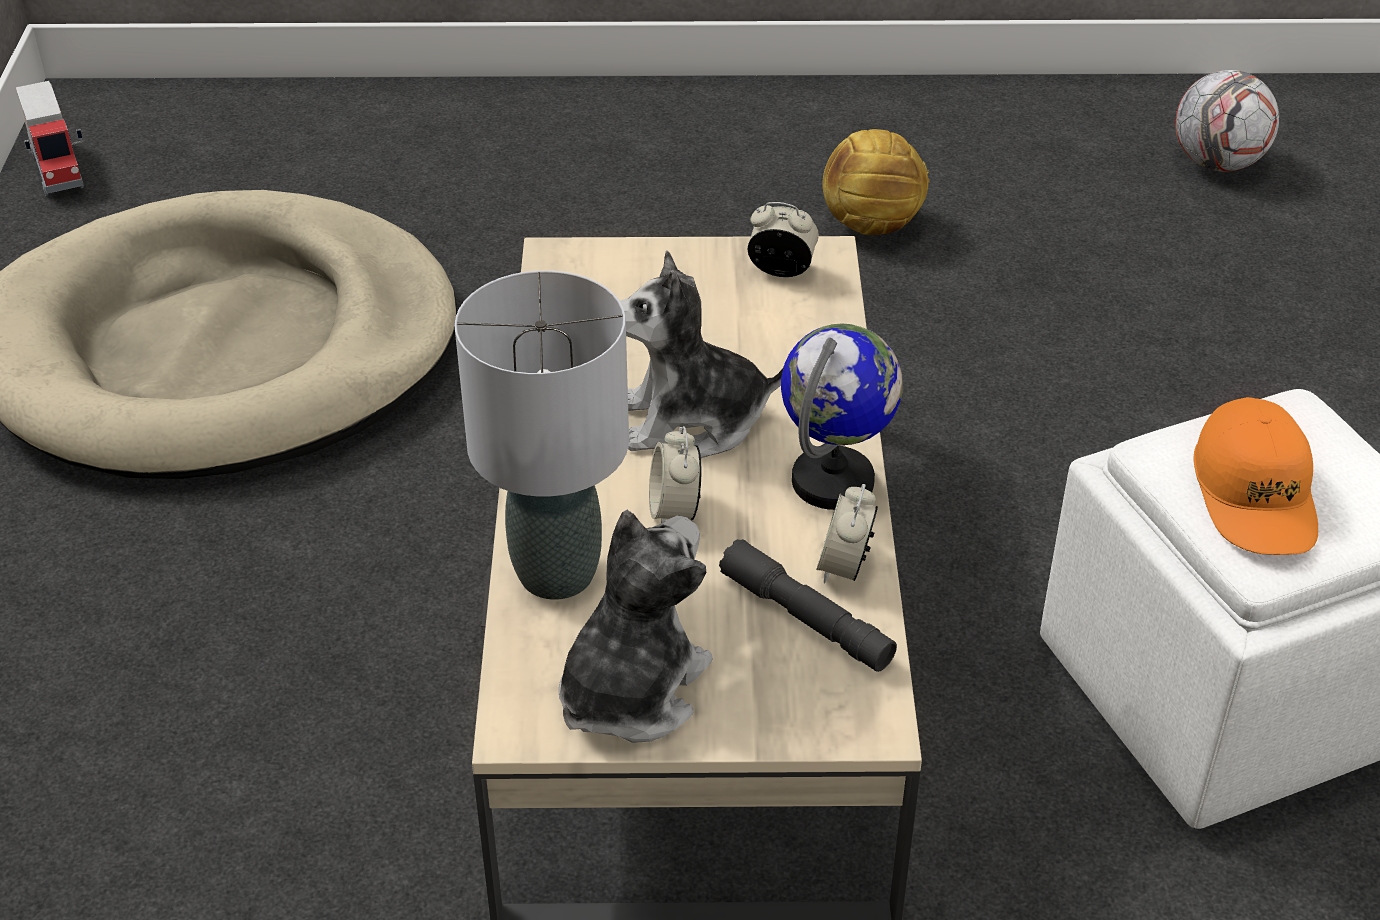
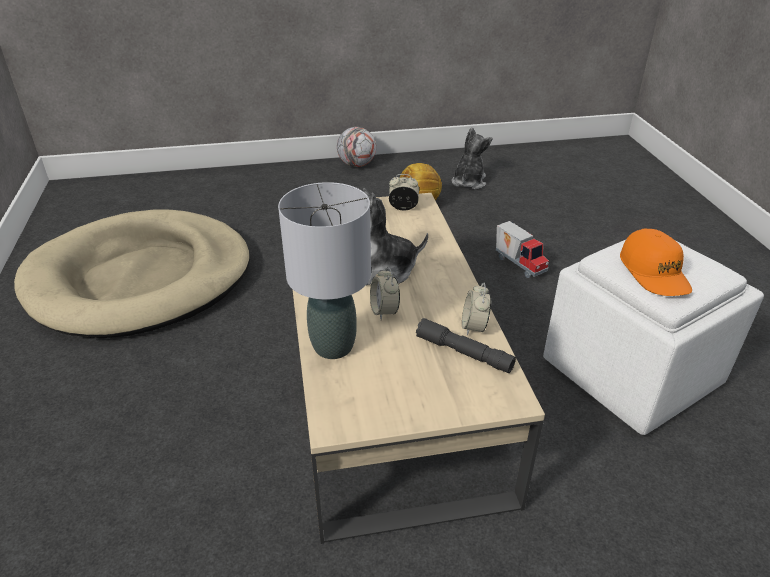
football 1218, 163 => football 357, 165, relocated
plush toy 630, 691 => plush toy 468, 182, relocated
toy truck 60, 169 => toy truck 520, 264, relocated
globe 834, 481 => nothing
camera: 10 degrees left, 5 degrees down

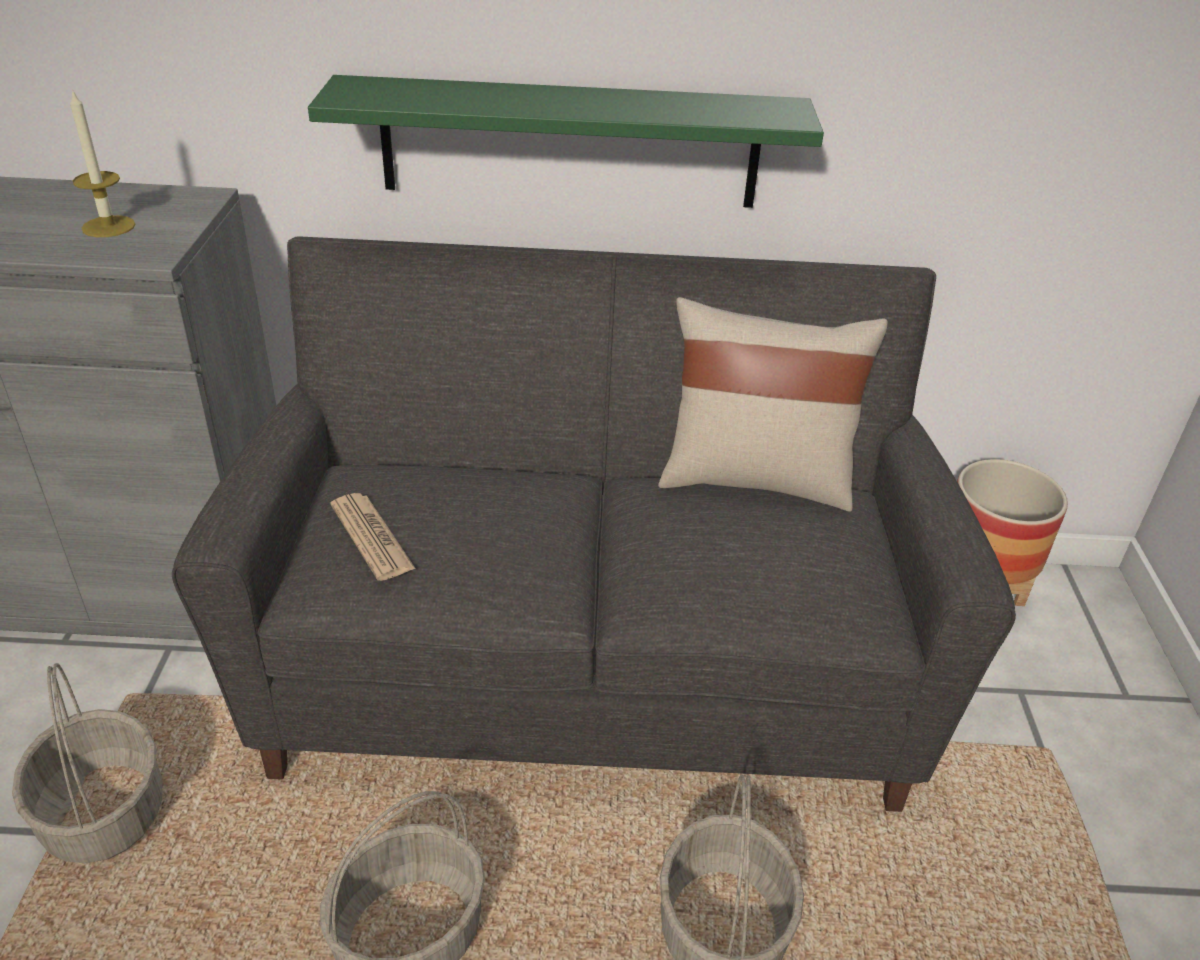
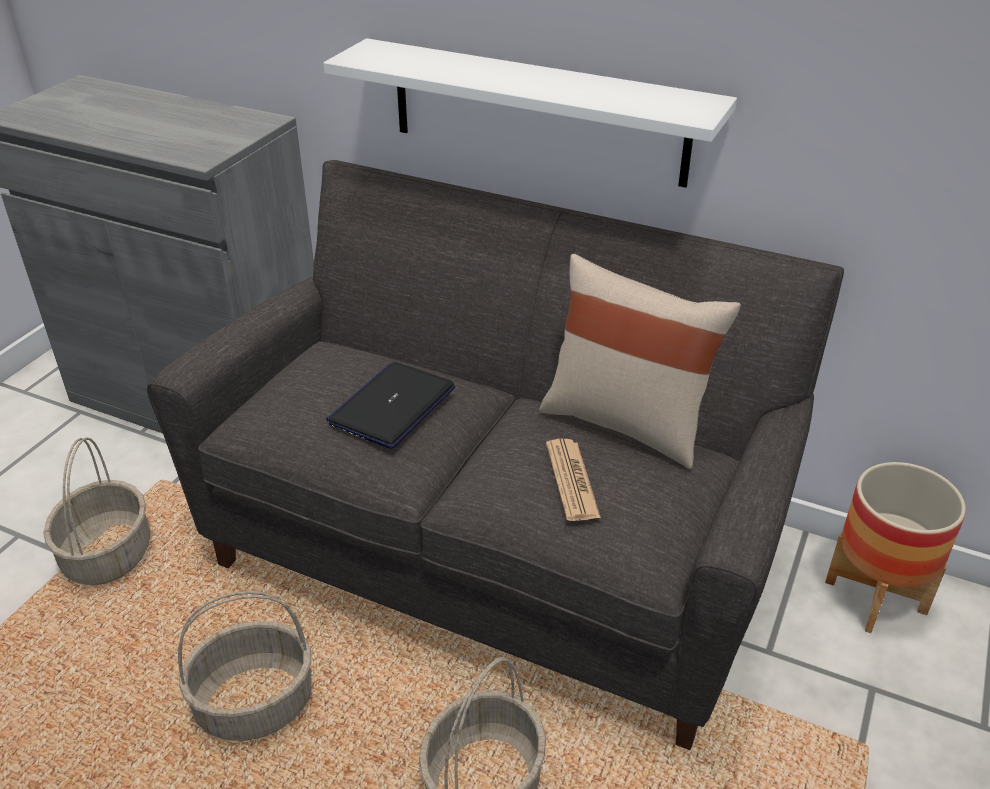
green shelf 570, 143 => white shelf 537, 112
nothing => laptop 392, 406
newspaper 371, 537 => newspaper 572, 480, relocated
candle 108, 226 => nothing
camera: 25 degrees right, 0 degrees up

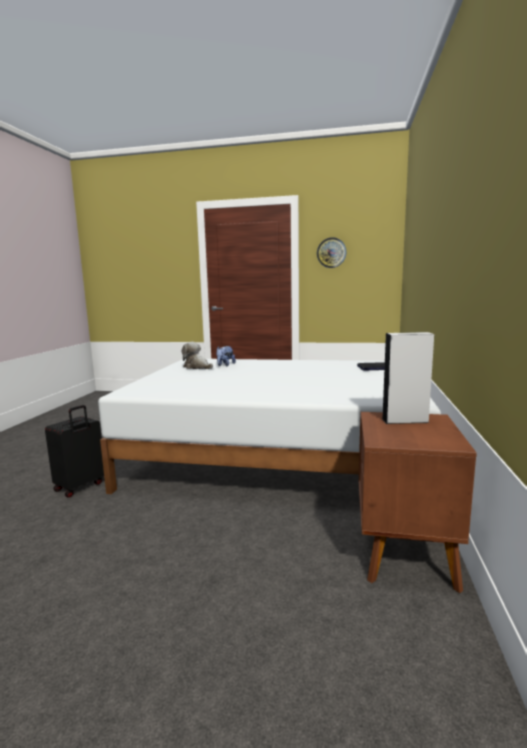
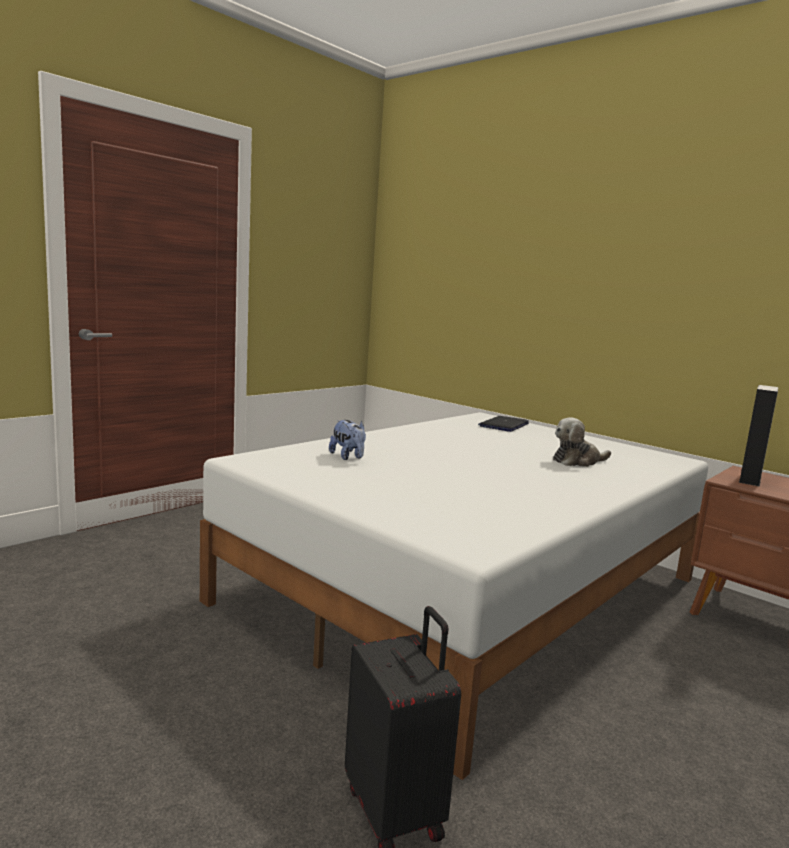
plush toy 197, 367 => plush toy 577, 461, relocated
wall clock 331, 252 => nothing
camera: 60 degrees left, 0 degrees up

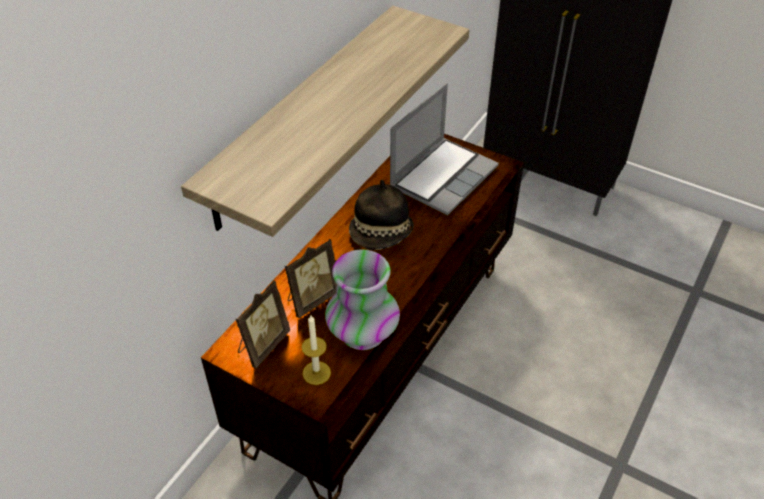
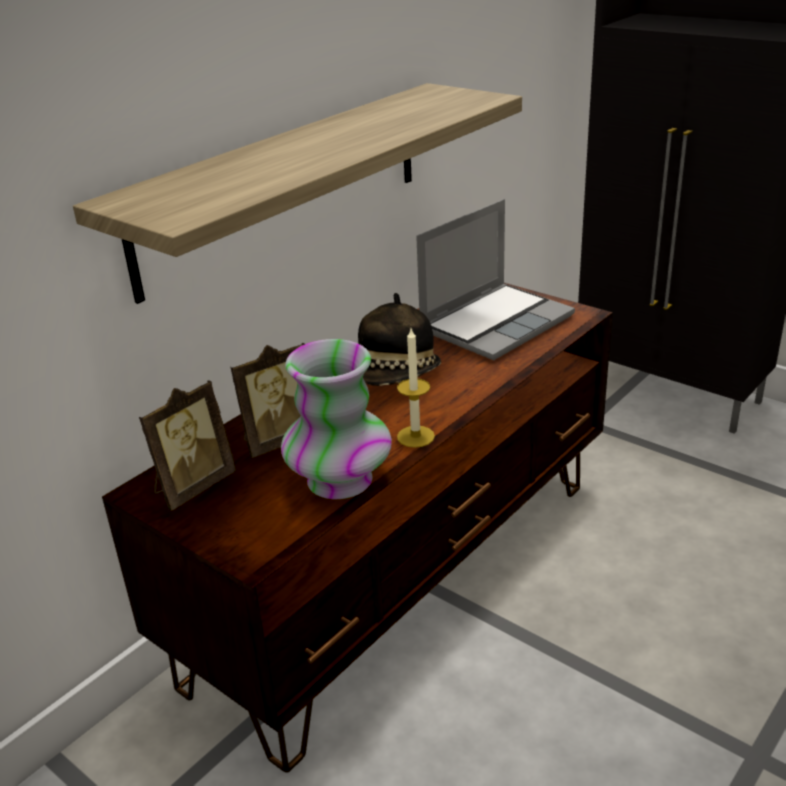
candle 316, 373 => candle 415, 436, relocated
camera: 10 degrees right, 15 degrees down

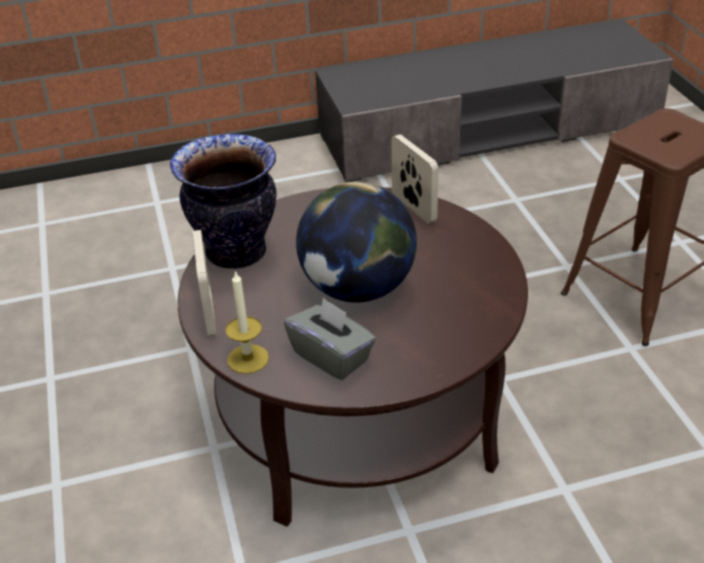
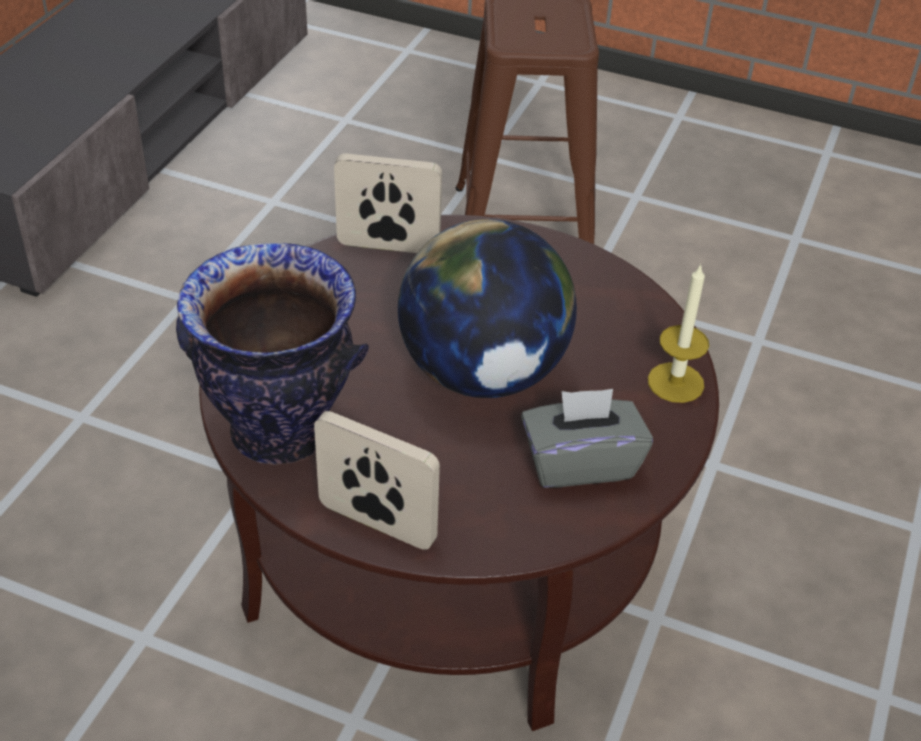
candle 248, 359 => candle 675, 382, relocated
camera: 55 degrees left, 5 degrees up

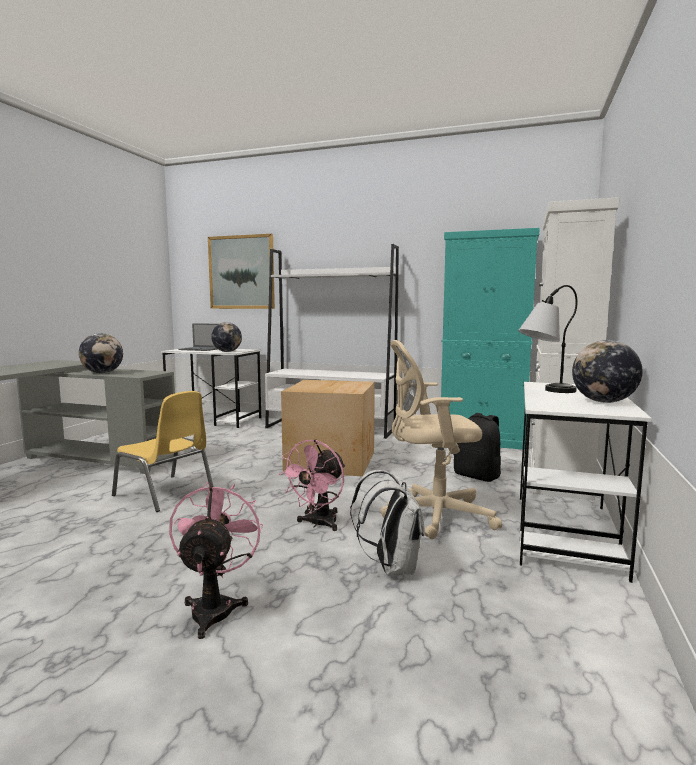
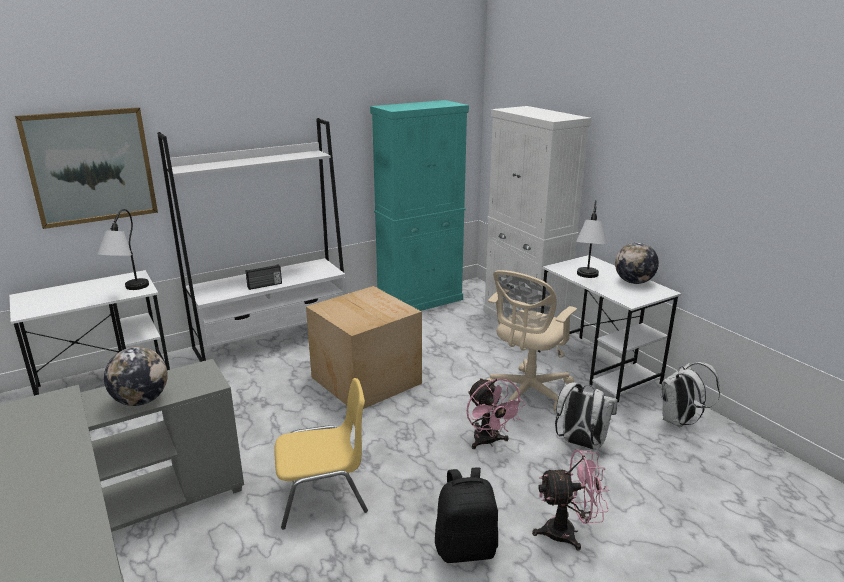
globe 227, 352 => table lamp 128, 291
nothing => radio 265, 285
black backpack 477, 476 => black backpack 466, 548, relocated
pink fan 215, 607 => pink fan 568, 532, 135 degrees clockwise
nothing => white backpack 679, 421
laptop 200, 349 => nothing
camera: 50 degrees left, 15 degrees up

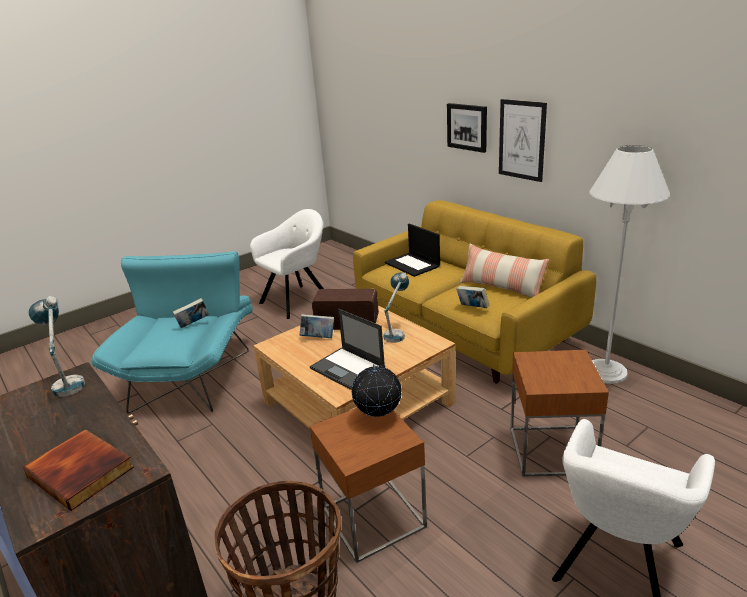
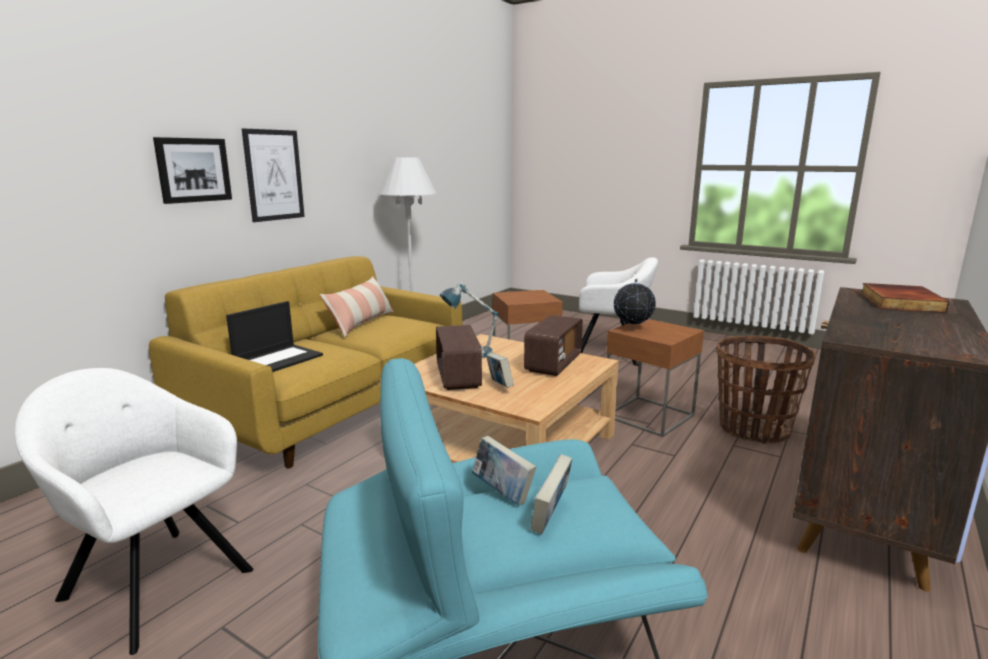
laptop 348, 368 => radio 553, 364
book 472, 308 => book 550, 517, relocated
table lamp 68, 381 => nothing
camera: 110 degrees left, 10 degrees down

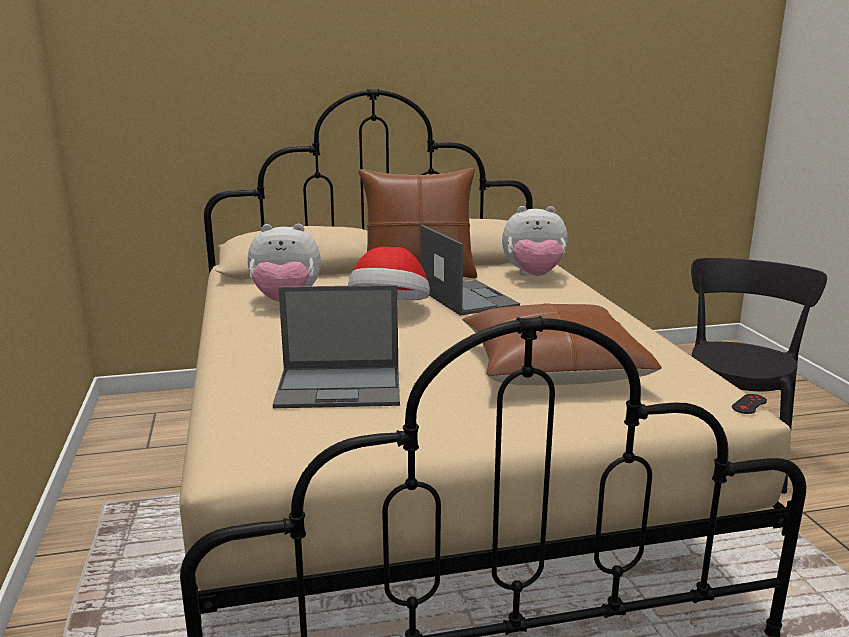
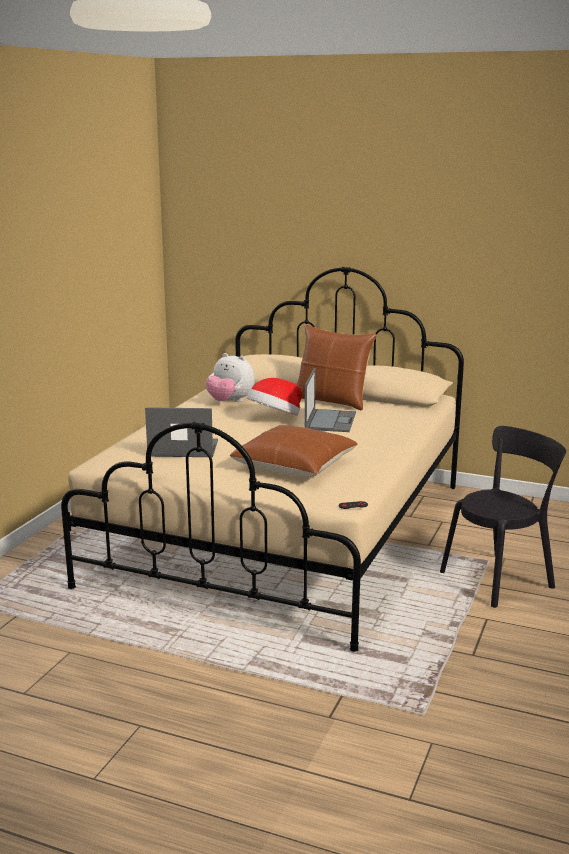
laptop 341, 387 => laptop 182, 448, 150 degrees clockwise
plush toy 534, 276 => nothing
camera: 35 degrees right, 0 degrees up

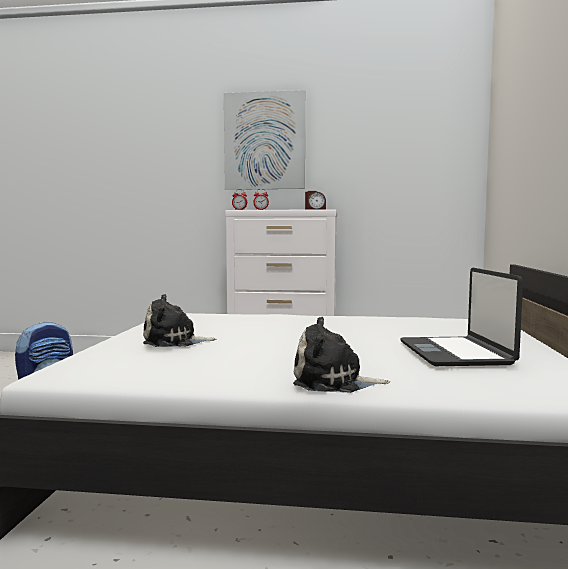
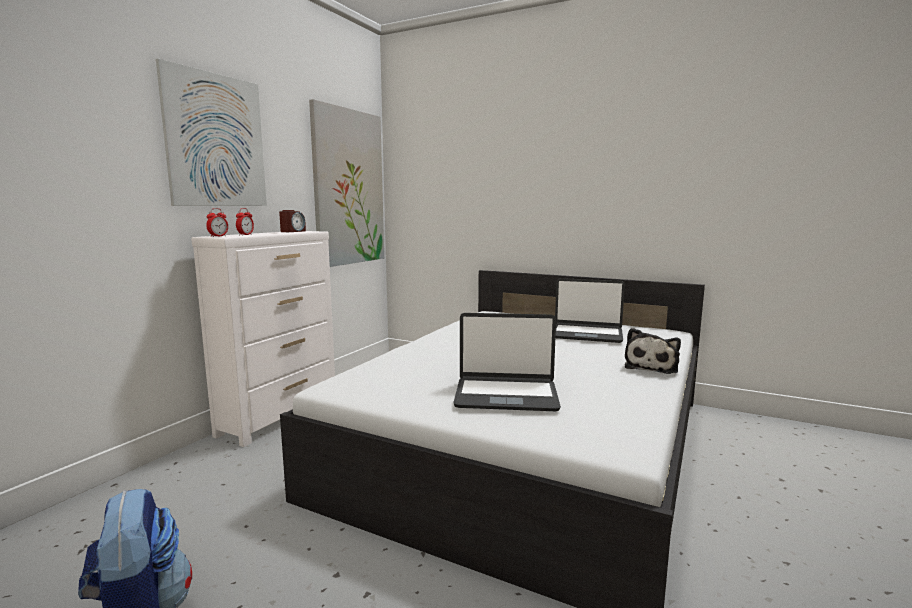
nothing => picture 349, 188
plush toy 174, 342 => laptop 506, 395
camera: 70 degrees left, 5 degrees up

